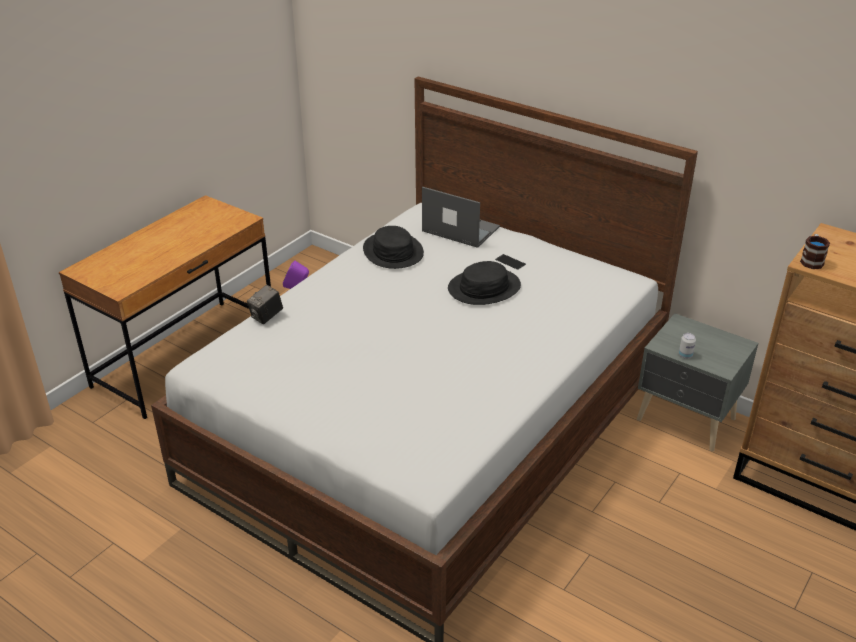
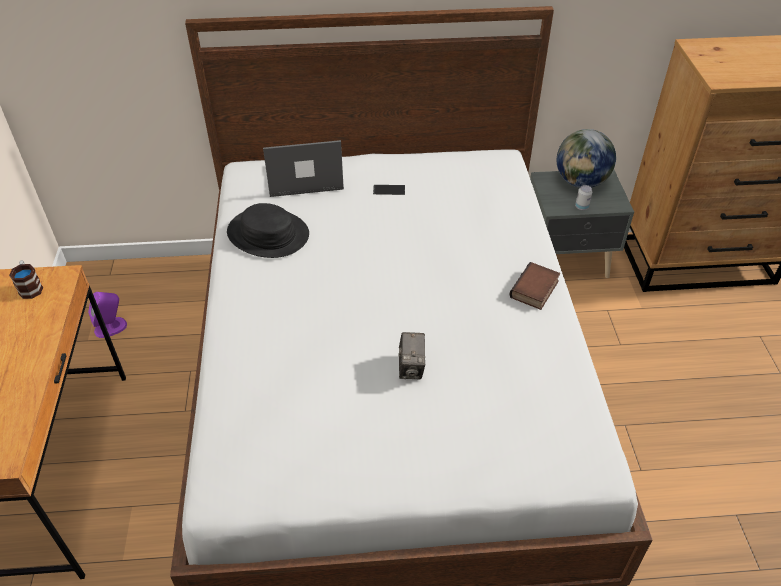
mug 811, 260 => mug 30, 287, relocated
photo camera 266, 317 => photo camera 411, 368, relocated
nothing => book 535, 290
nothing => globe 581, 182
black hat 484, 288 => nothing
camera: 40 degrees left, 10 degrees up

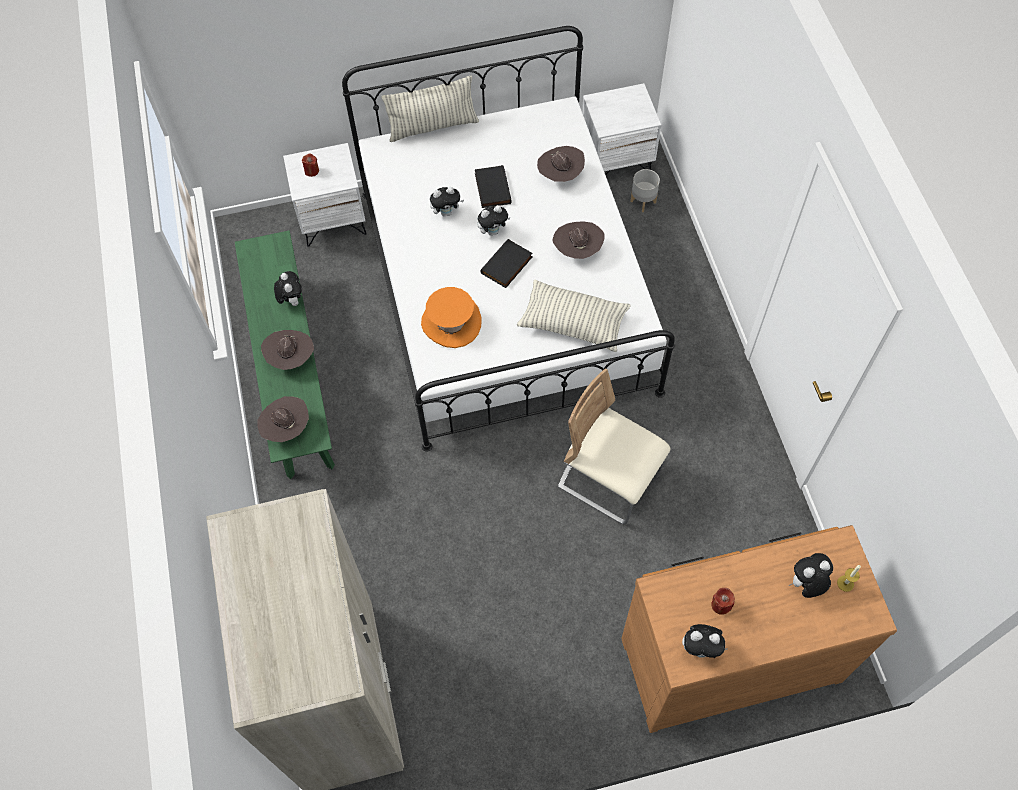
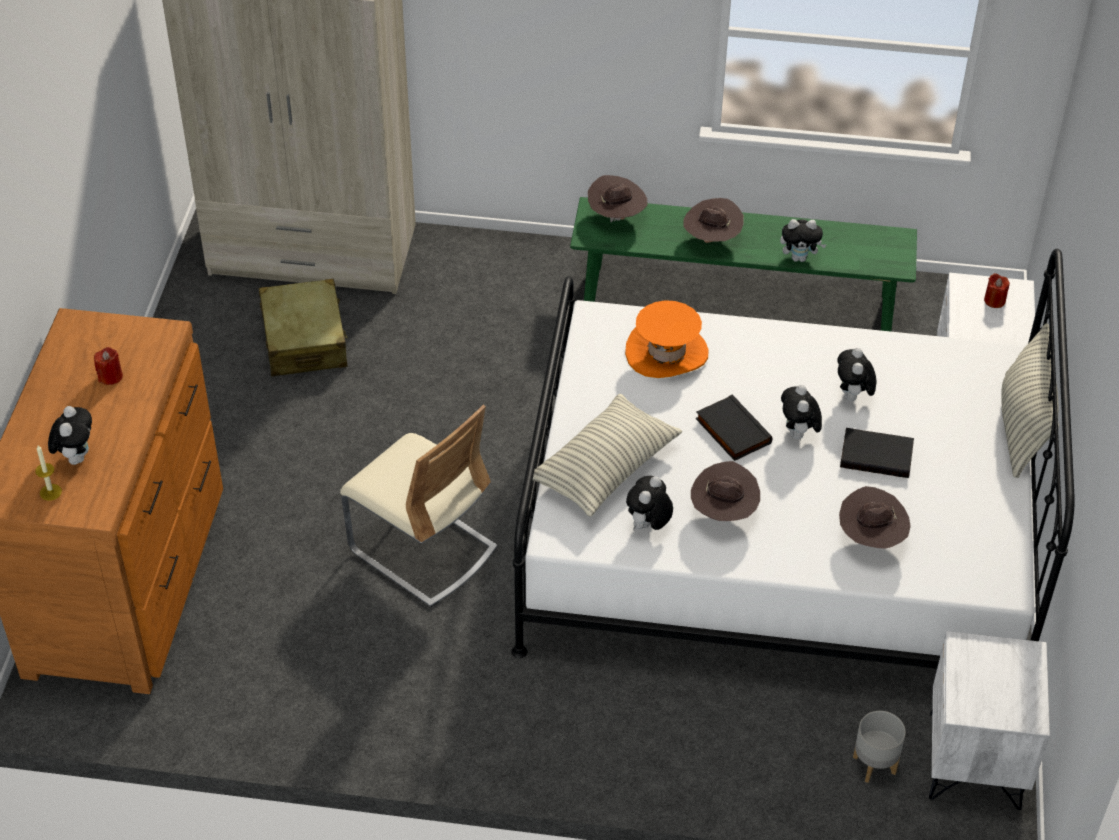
nothing => beige suitcase 304, 340
beige chair 609, 479 => beige chair 422, 550, 75 degrees clockwise
plush toy 701, 648 => plush toy 648, 526, relocated
camera: 110 degrees right, 15 degrees down

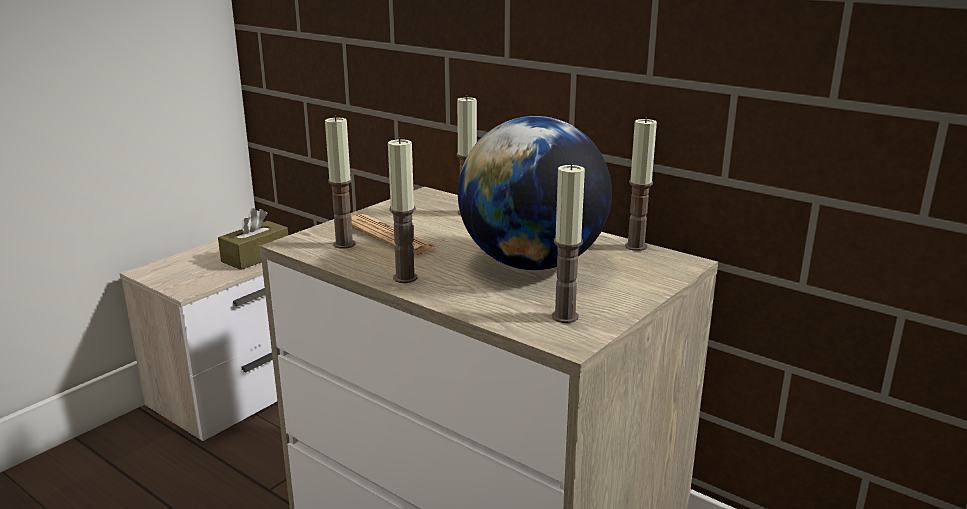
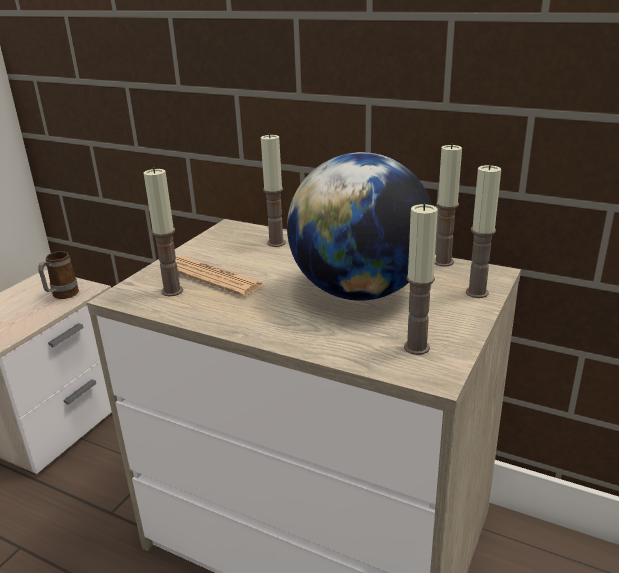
brown tissue box 256, 256 => mug 61, 296
candle 405, 278 => candle 477, 292, relocated
camera: 10 degrees left, 5 degrees up

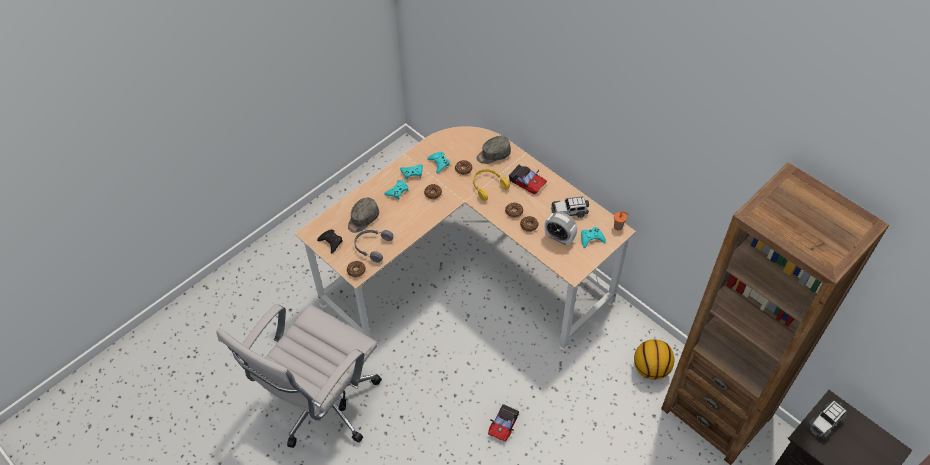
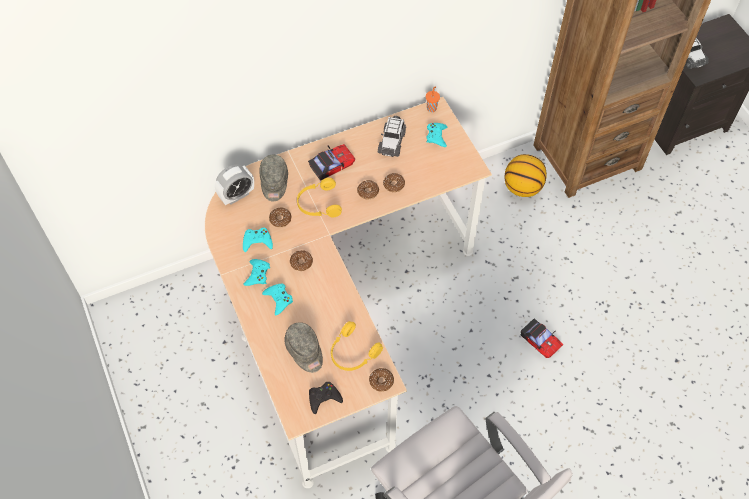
alarm clock 559, 238 => alarm clock 237, 195, relocated
grey headphones 372, 247 => yellow headphones 352, 353
camera: 70 degrees left, 5 degrees up

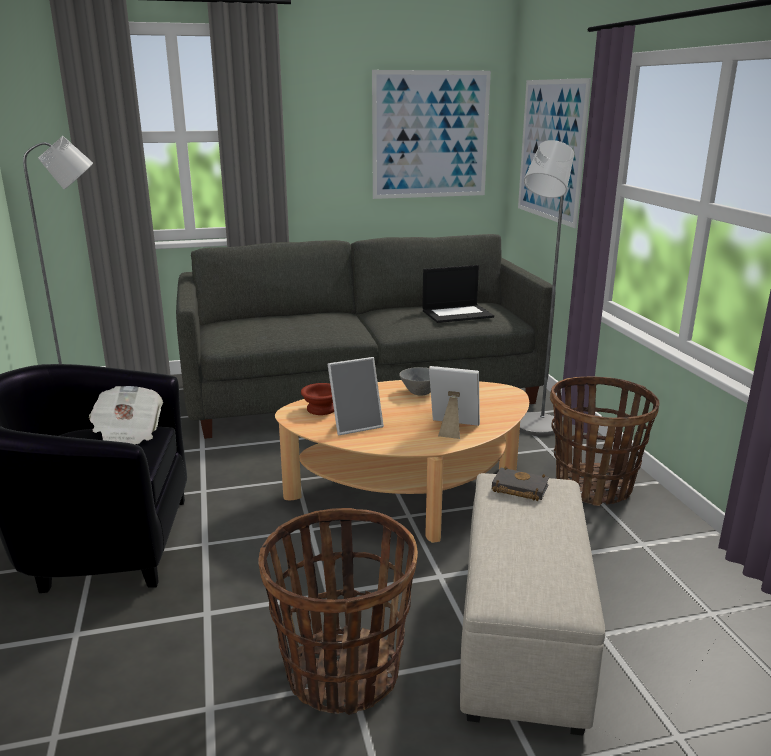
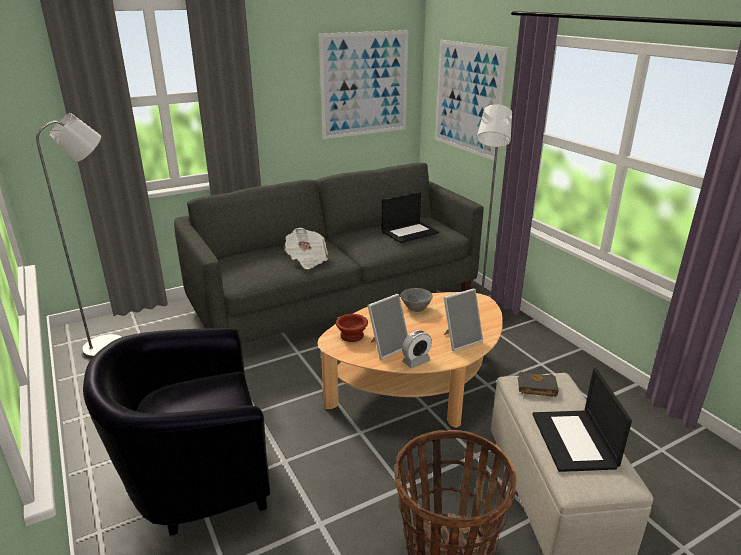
newspaper 127, 434 => newspaper 307, 259, relocated
nothing => alarm clock 416, 361
picture frame 452, 428 => picture frame 460, 340, 150 degrees clockwise
nothing => laptop 575, 441
basket 593, 486 => nothing
camera: 15 degrees left, 5 degrees up

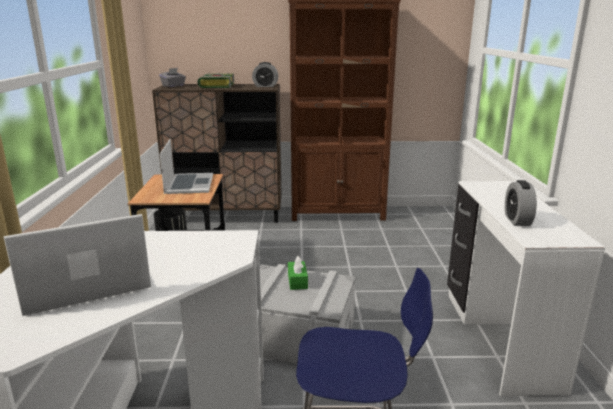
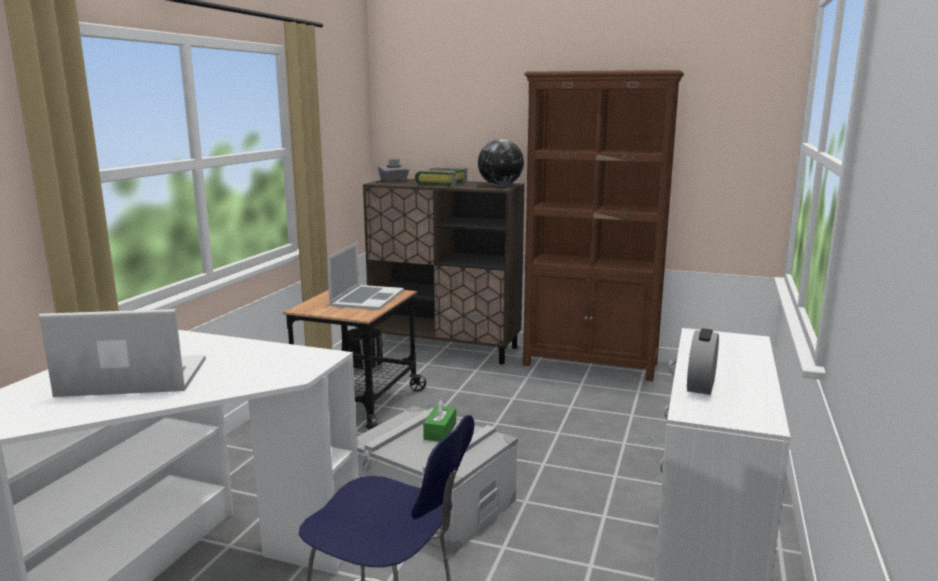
alarm clock 265, 86 => globe 500, 185
camera: 20 degrees right, 5 degrees down

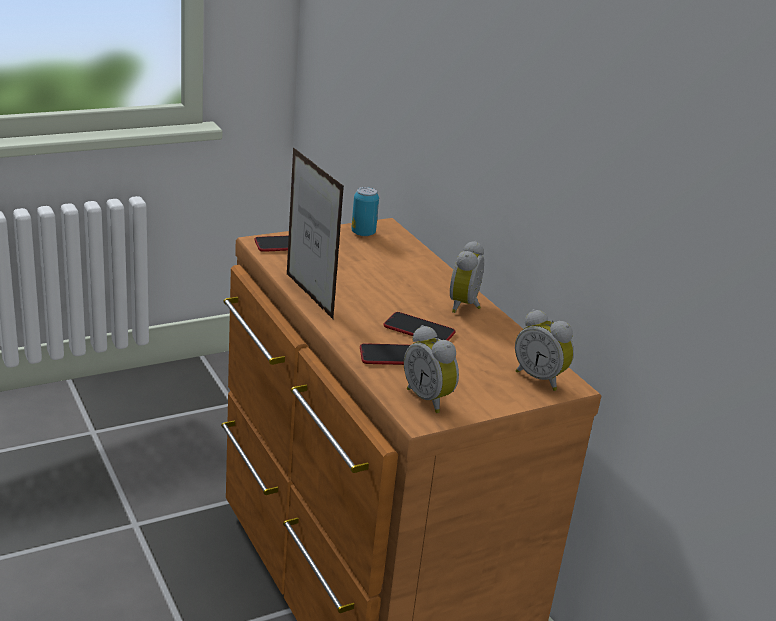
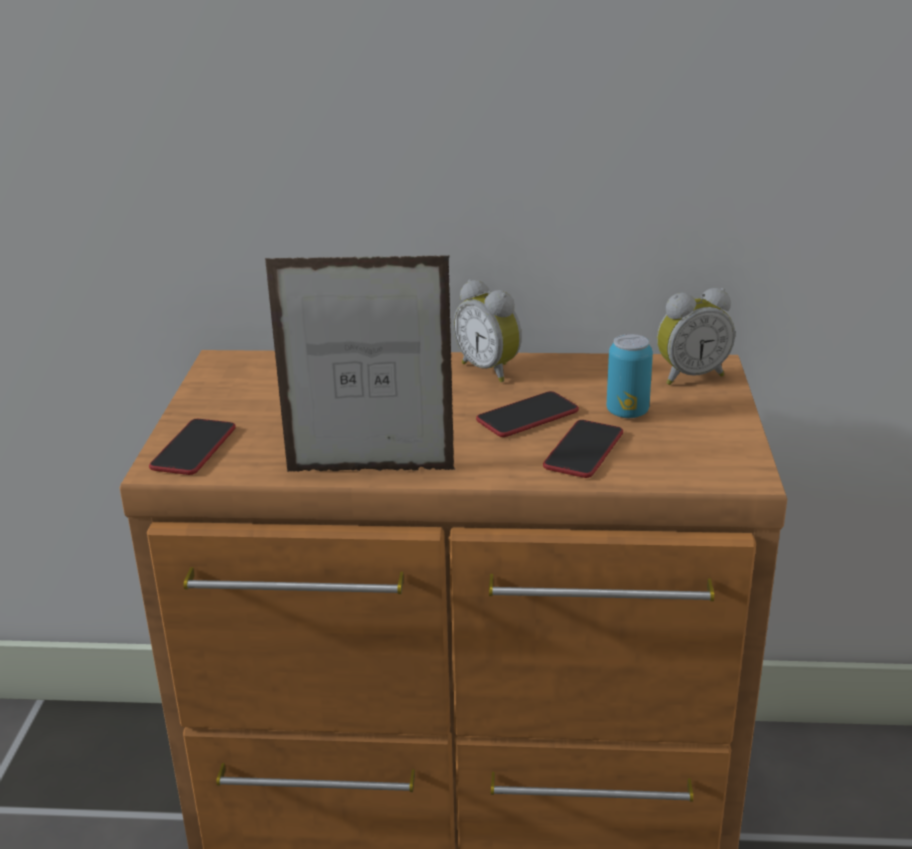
can 363, 233 => can 627, 412, relocated
alarm clock 429, 399 => nothing
camera: 55 degrees left, 0 degrees up

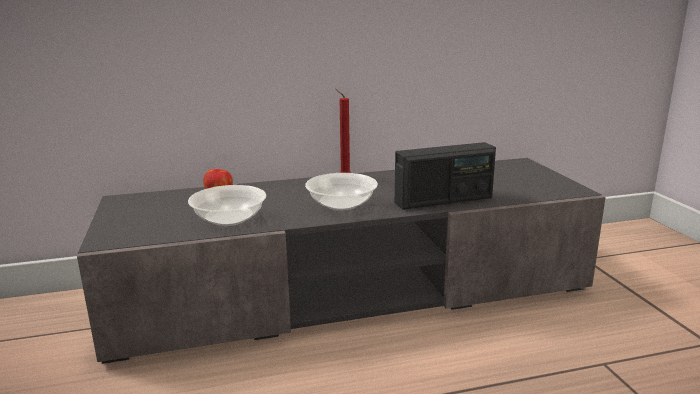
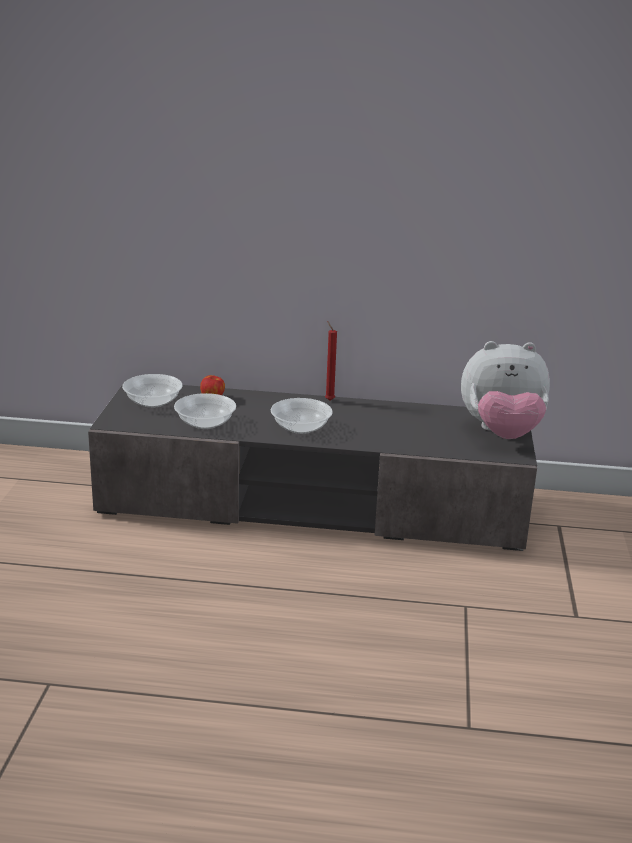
nothing => bowl 153, 402
nothing => plush toy 501, 433
radio 443, 200 => nothing
camera: 20 degrees right, 5 degrees up

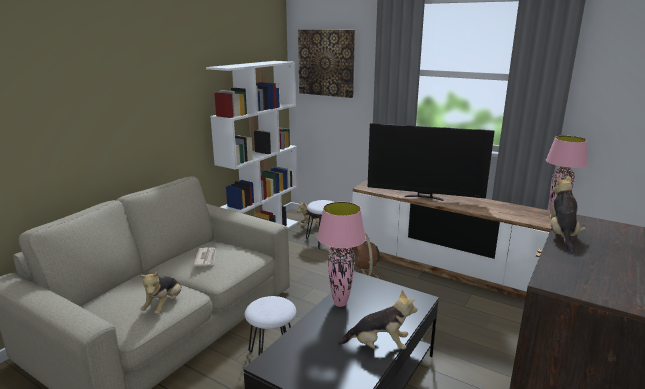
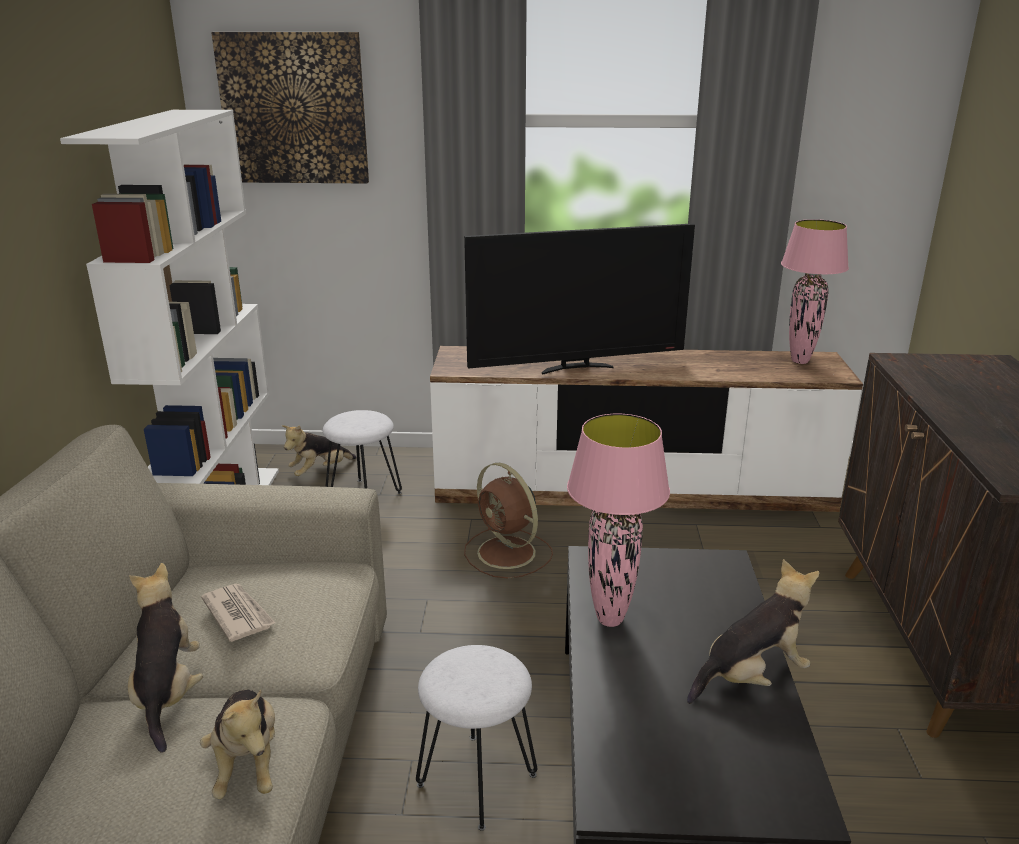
plush toy 561, 235 => plush toy 168, 693, relocated
camera: 30 degrees left, 5 degrees up

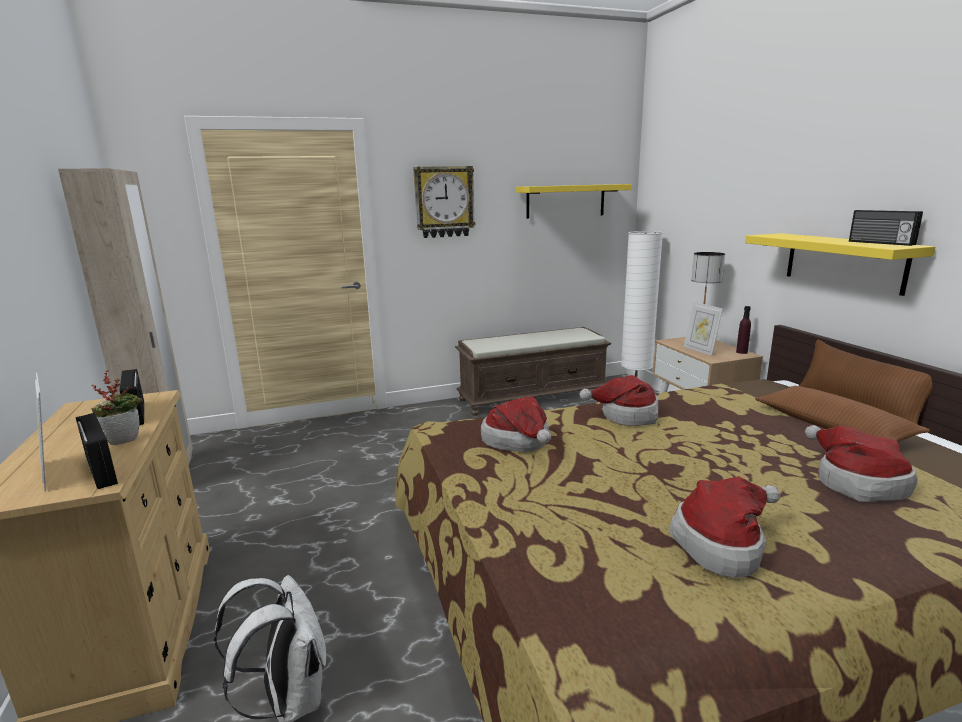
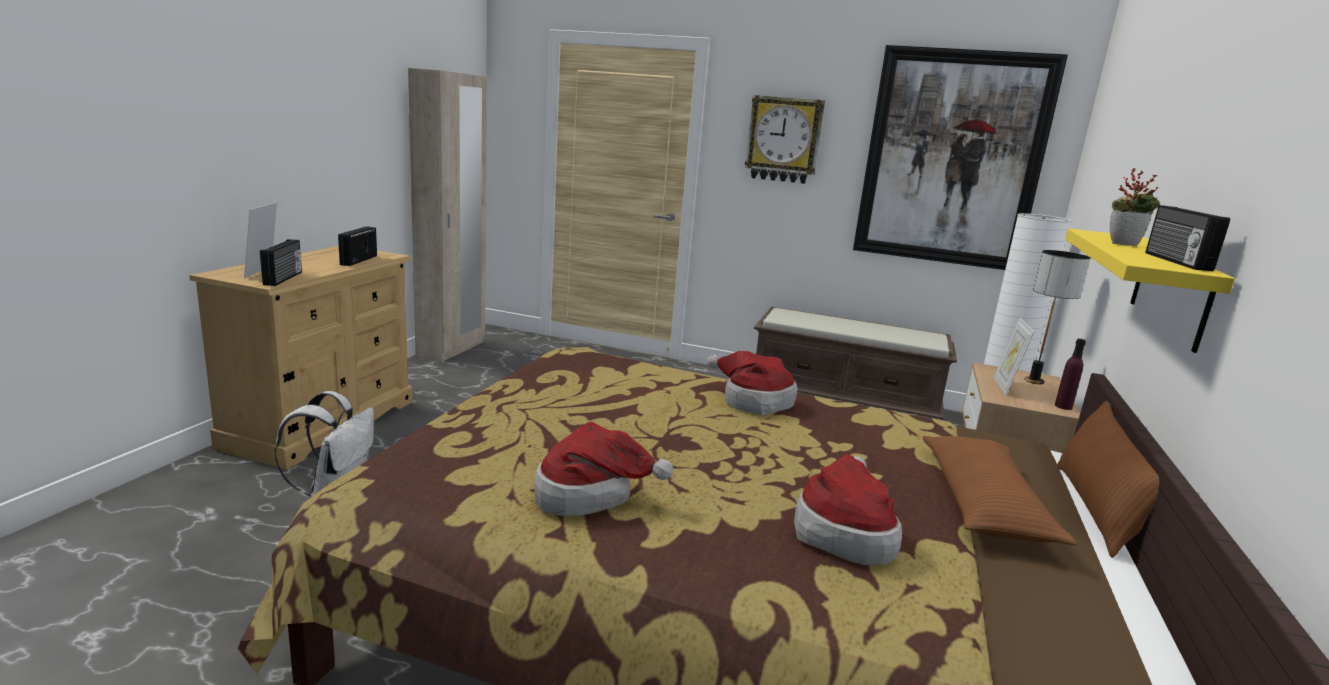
yellow shelf 565, 201 => picture 952, 159
potted plant 125, 440 => potted plant 1123, 244, relocated
hat 518, 442 => nothing
camera: 35 degrees right, 0 degrees up

